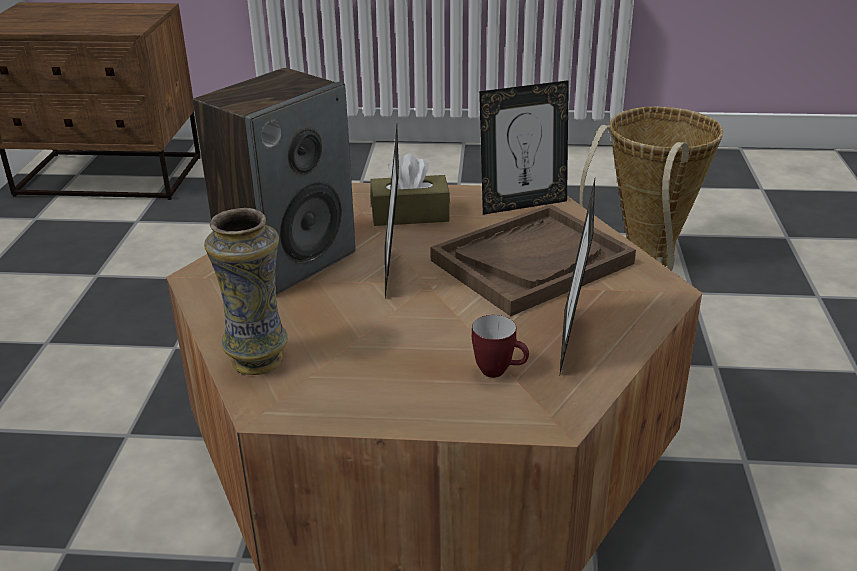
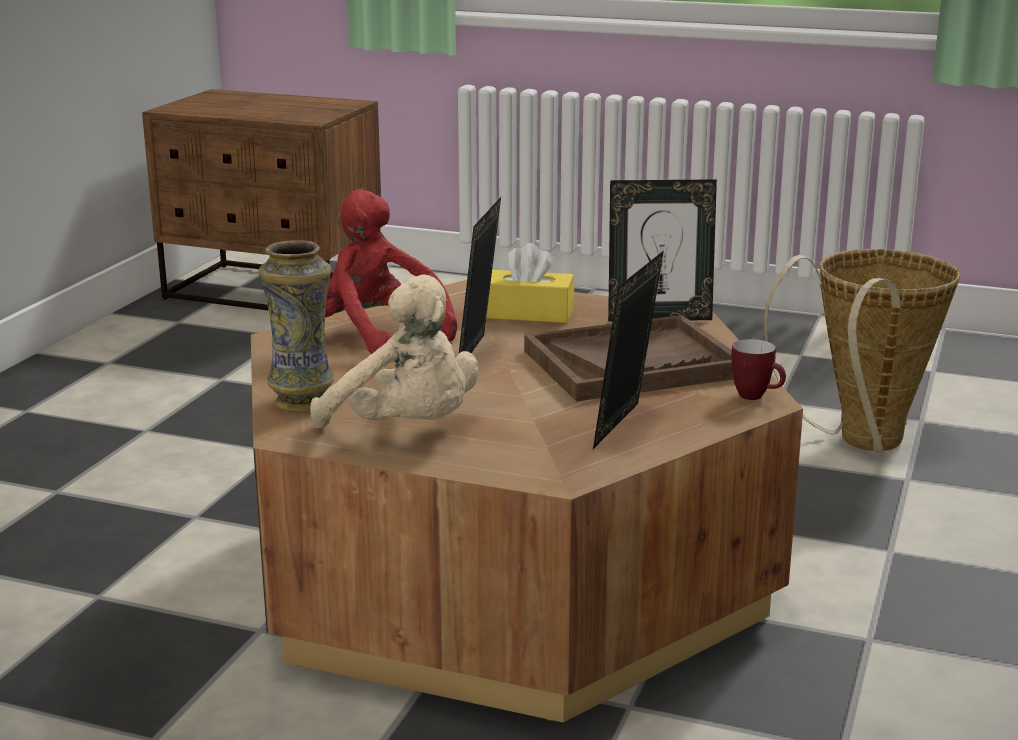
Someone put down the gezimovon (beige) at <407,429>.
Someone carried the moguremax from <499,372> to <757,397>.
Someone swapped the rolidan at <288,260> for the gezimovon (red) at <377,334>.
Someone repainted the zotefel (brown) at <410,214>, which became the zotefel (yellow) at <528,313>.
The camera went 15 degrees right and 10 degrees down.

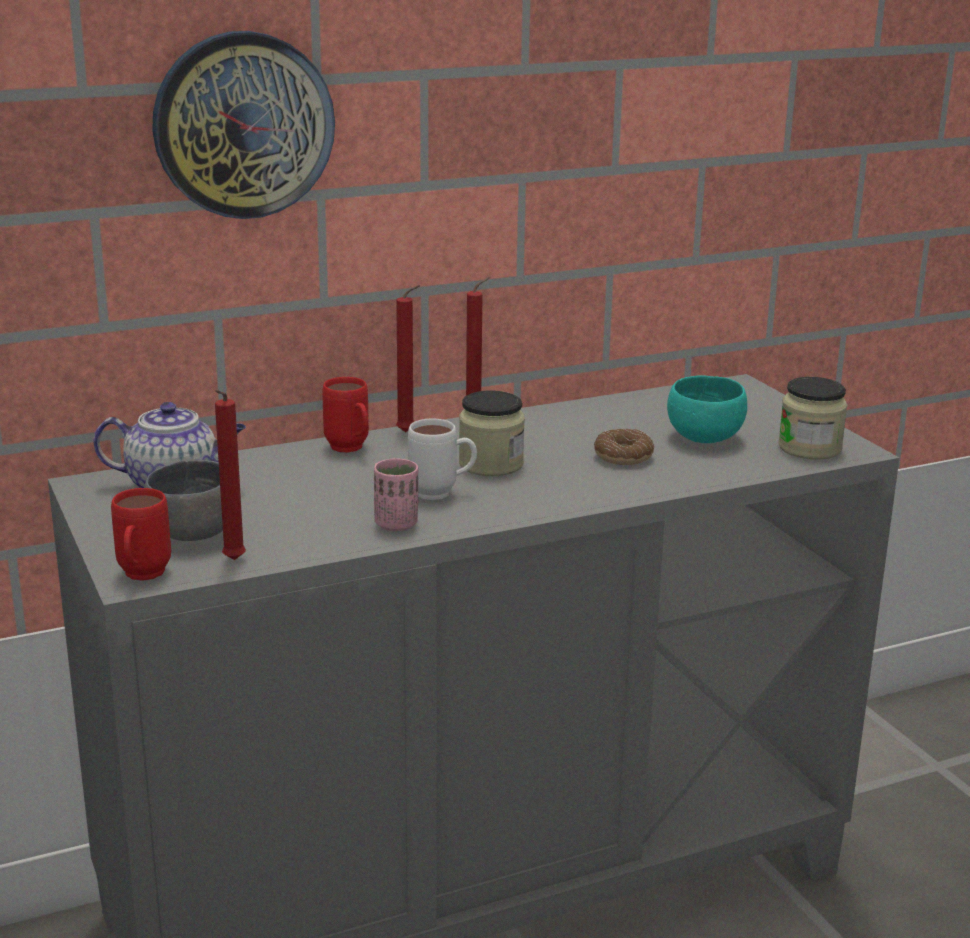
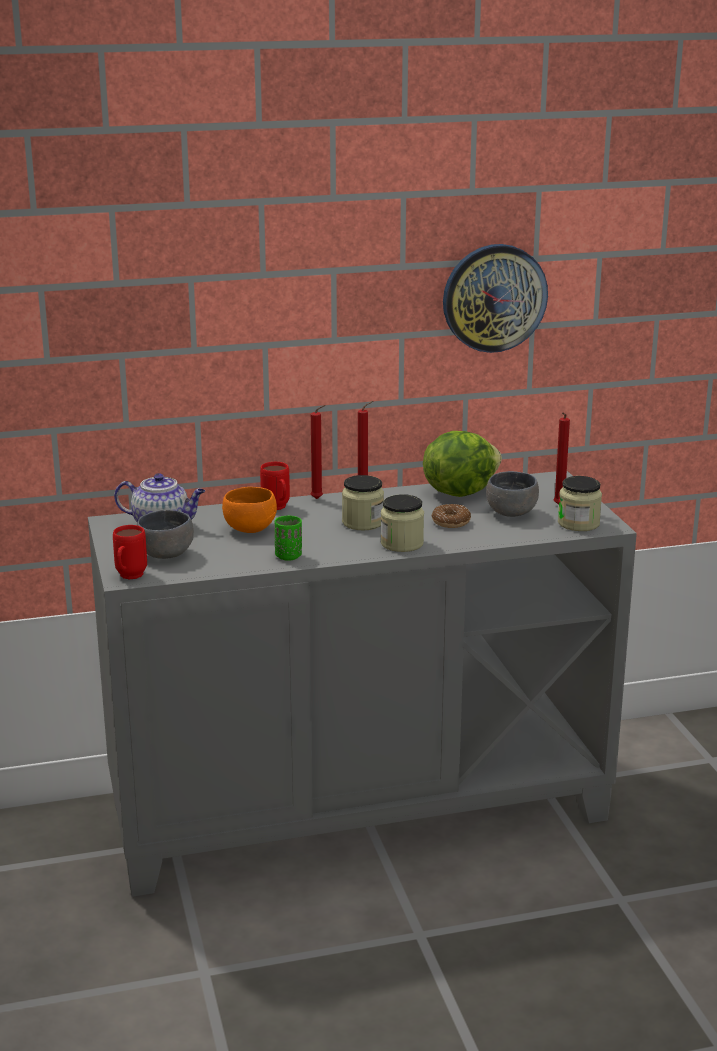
Someone took away the moguremax (white) at <442,494>.
Someone put down the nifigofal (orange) at <248,529>.
Someone put down the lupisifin at <402,543>.
Someone put down the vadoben at <459,492>.
Someone carried the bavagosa from <243,125> to <494,297>.
Someone carried the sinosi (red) from <232,561> to <558,506>.
Someone repainted the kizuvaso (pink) at <396,524>, which became the kizuvaso (green) at <288,556>.
Someone repainted the nifigofal (turquoise) at <705,439>, which became the nifigofal (grey) at <511,514>.
The camera went 10 degrees right and 0 degrees up.

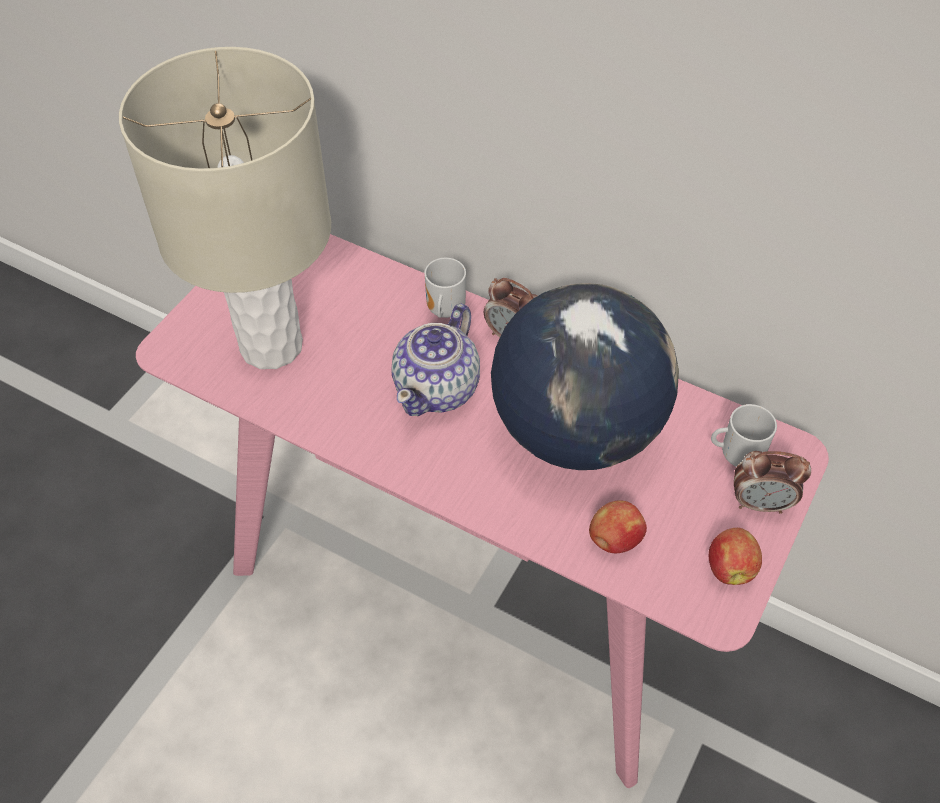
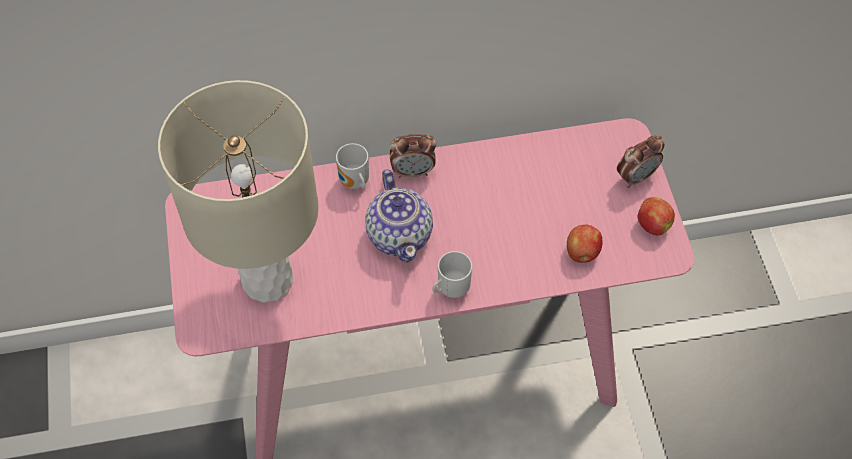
Someone took away the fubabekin at <576,429>.
Someone carried the moguremax from <737,455> to <450,288>.
The camera went 40 degrees left and 5 degrees up.

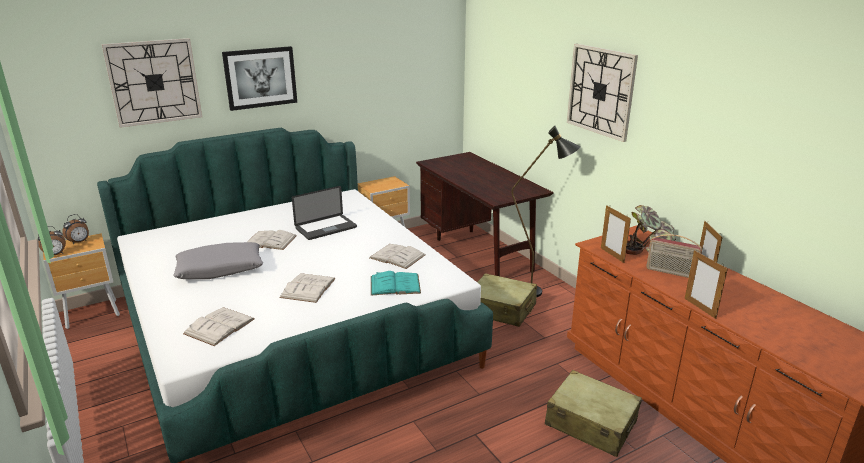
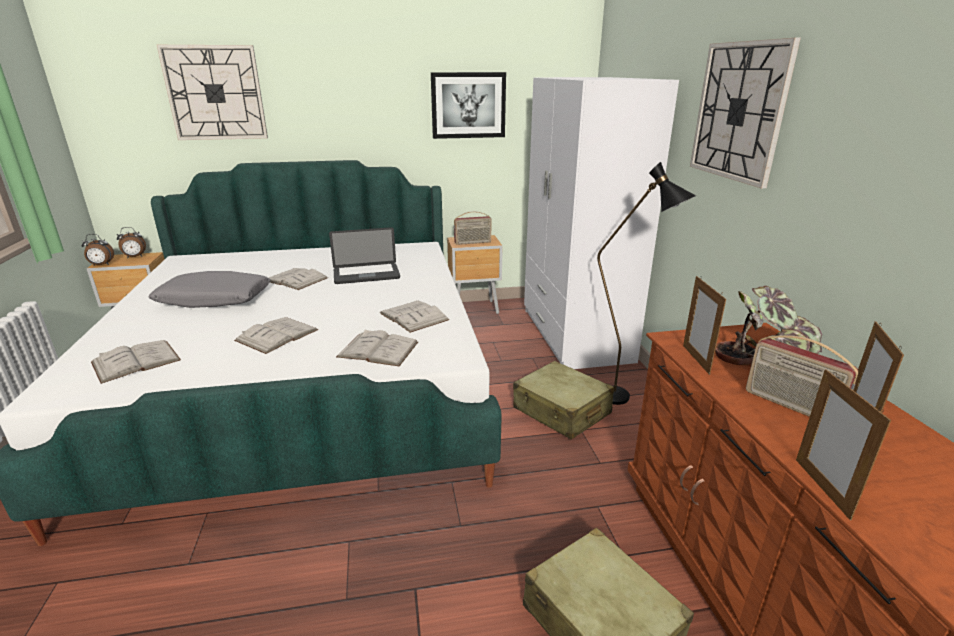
Someone put down the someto at <473,242>.
Someone carried the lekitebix from <260,77> to <468,105>.
Someone swapped the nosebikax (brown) at <478,251> for the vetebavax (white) at <574,335>.
Someone repainted the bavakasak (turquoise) at <395,285>, which became the bavakasak (white) at <378,349>.
The camera went 20 degrees right and 0 degrees up.

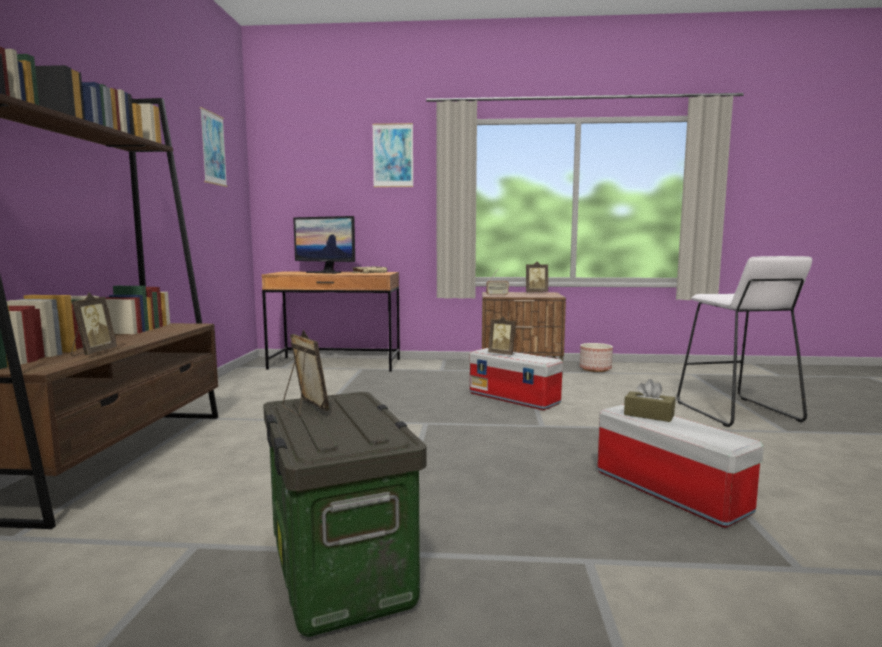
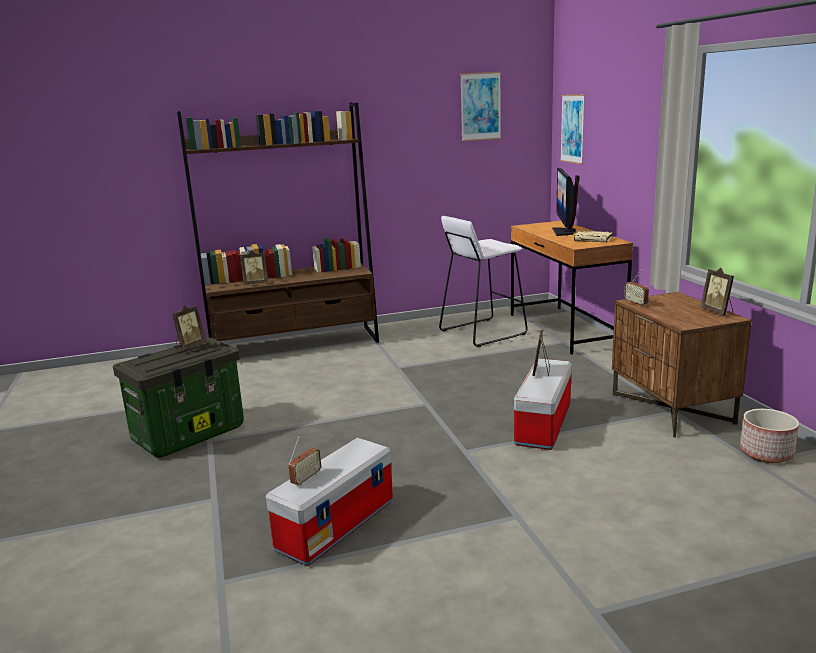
Someone took away the zotefel (brown) at <648,415>.
Someone put down the someto at <306,479>.
Someone carried the lekitebix from <393,155> to <572,129>.
Someone carried the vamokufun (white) from <736,412> to <482,332>.
The camera went 70 degrees right and 10 degrees up.

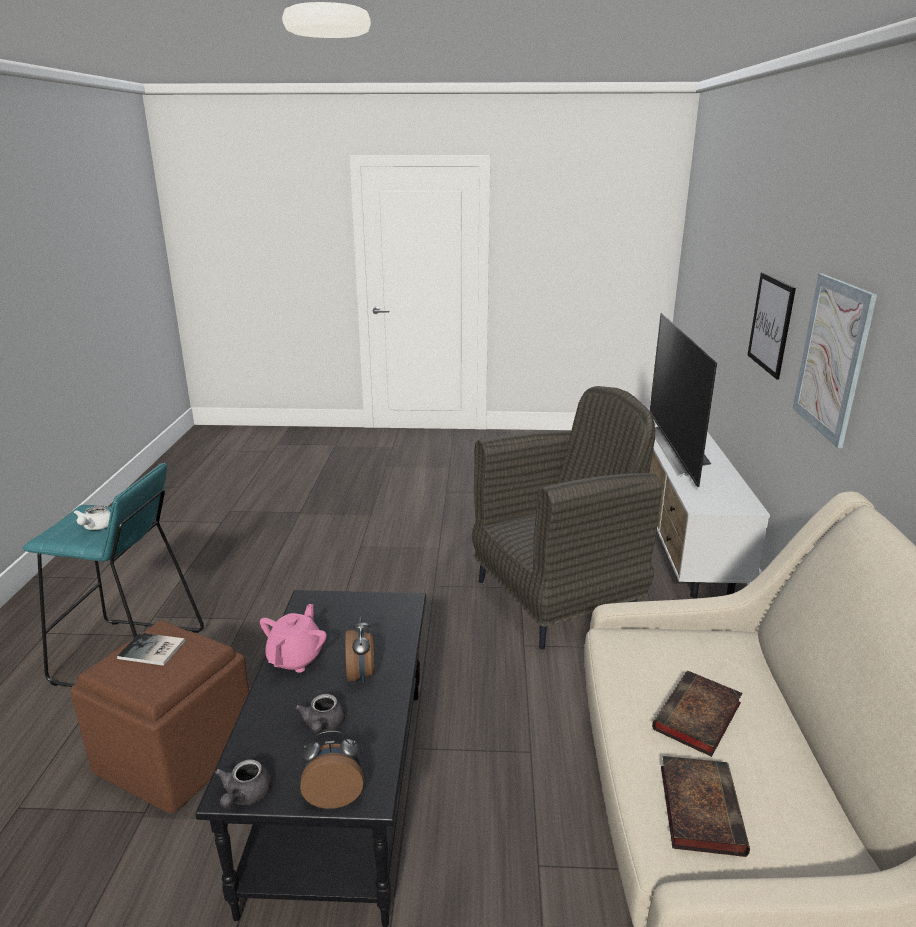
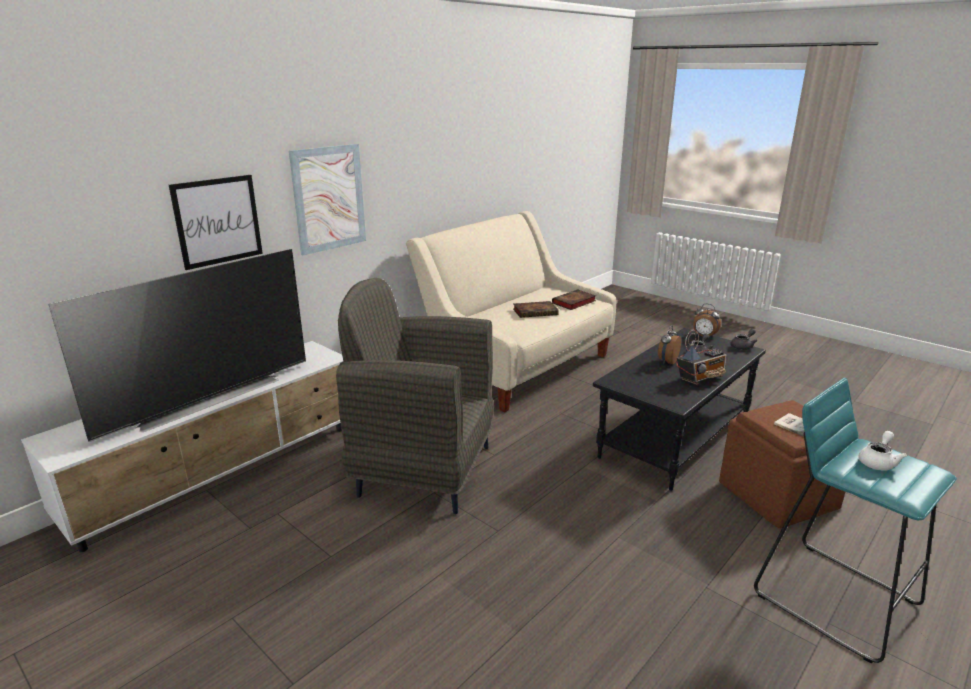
Someone swapped the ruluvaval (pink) at <296,658> for the someto at <700,378>.
The camera went 140 degrees left and 0 degrees up.

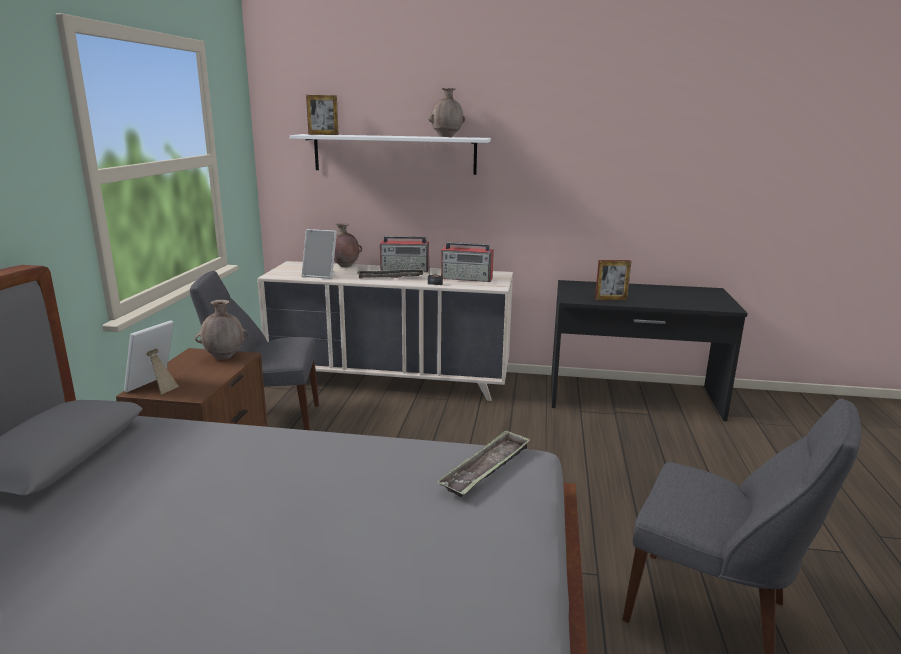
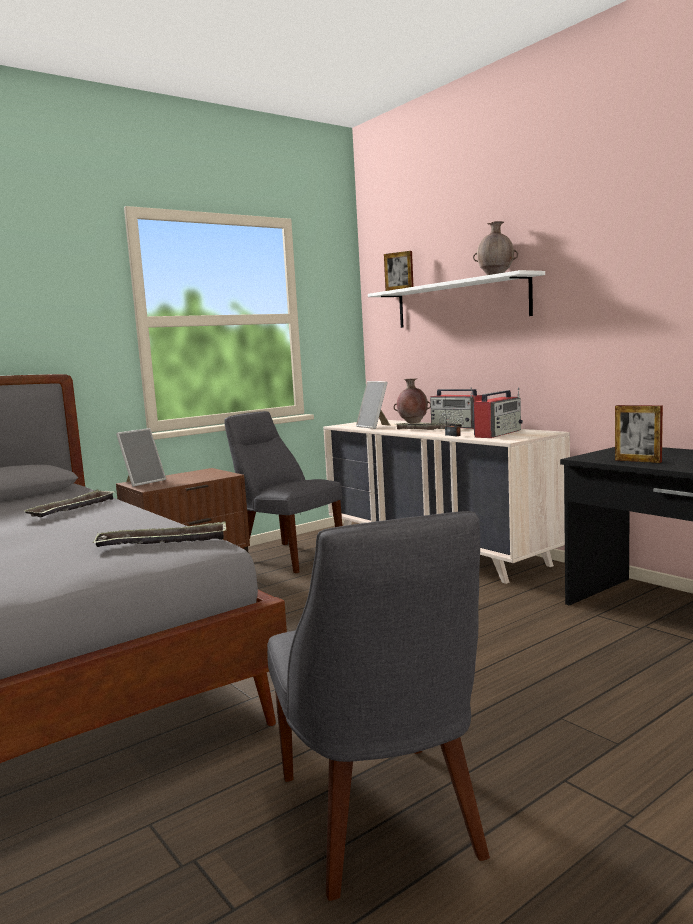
Someone took away the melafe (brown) at <224,357>.
Someone put down the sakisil at <73,509>.
Someone rotated the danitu at <155,387> by 150 degrees clockwise.
Someone rotated the someto at <467,278> by 105 degrees counterclockwise.
The camera went 45 degrees right and 10 degrees down.

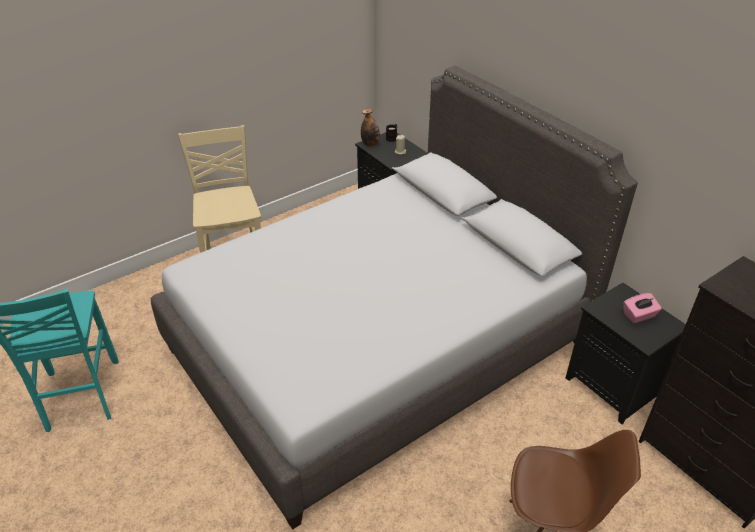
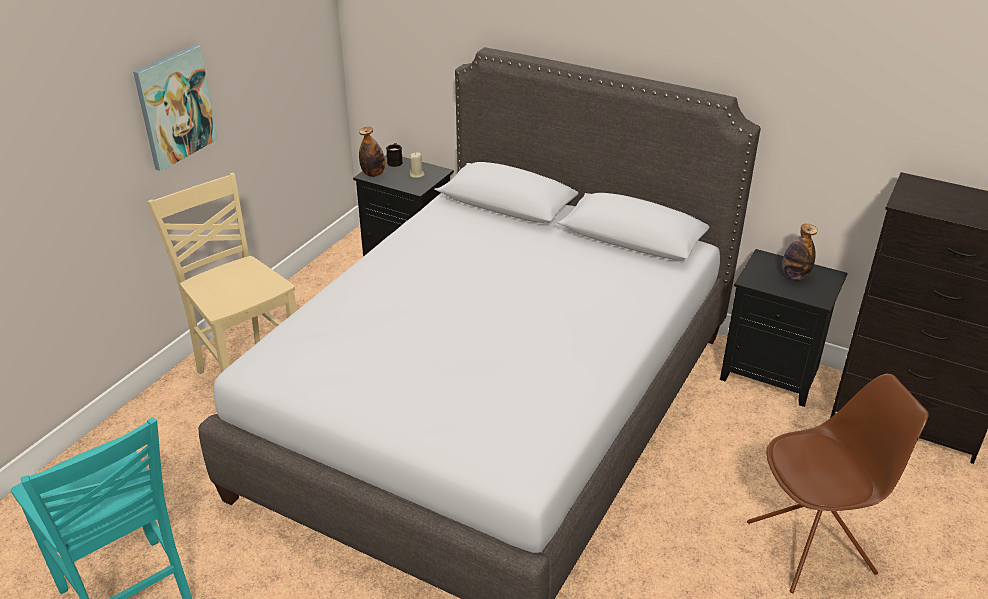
Someone put up the lekitebix at <175,107>.
Someone swapped the zotefel (pink) at <639,315> for the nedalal at <794,276>.
The camera went 25 degrees left and 5 degrees down.

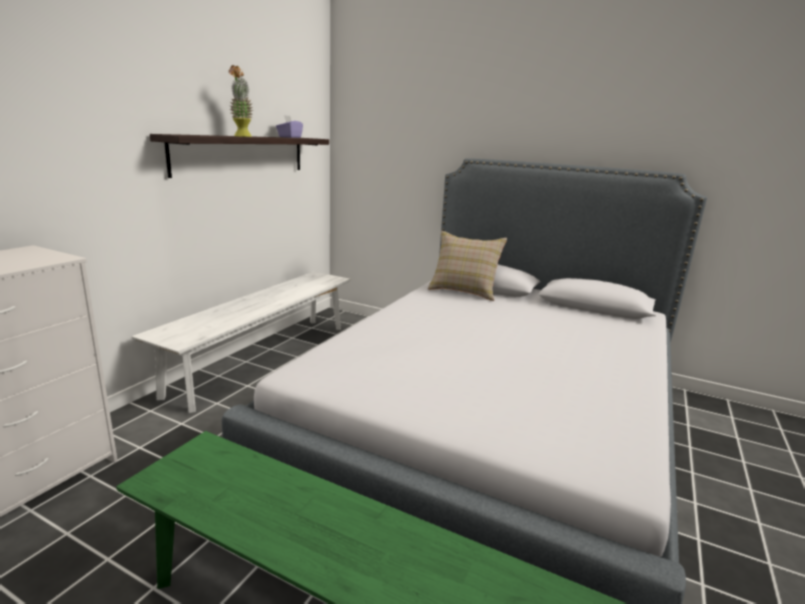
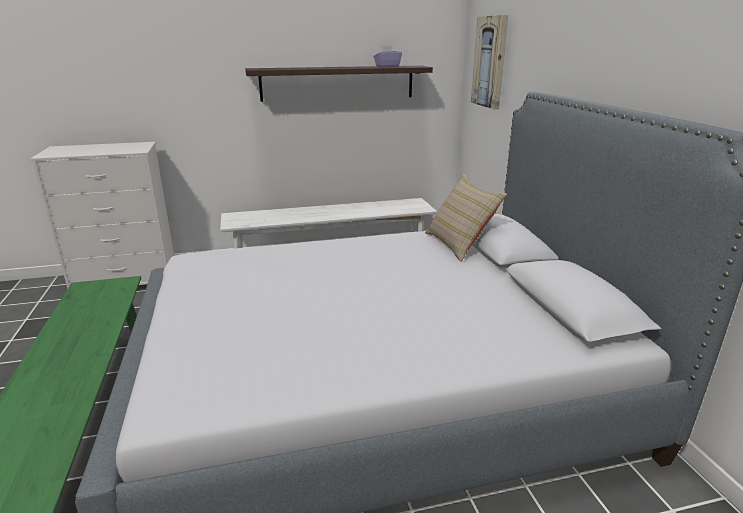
Someone took away the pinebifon at <242,136>.
Someone put up the lekitebix at <490,62>.
The camera went 50 degrees right and 5 degrees up.

